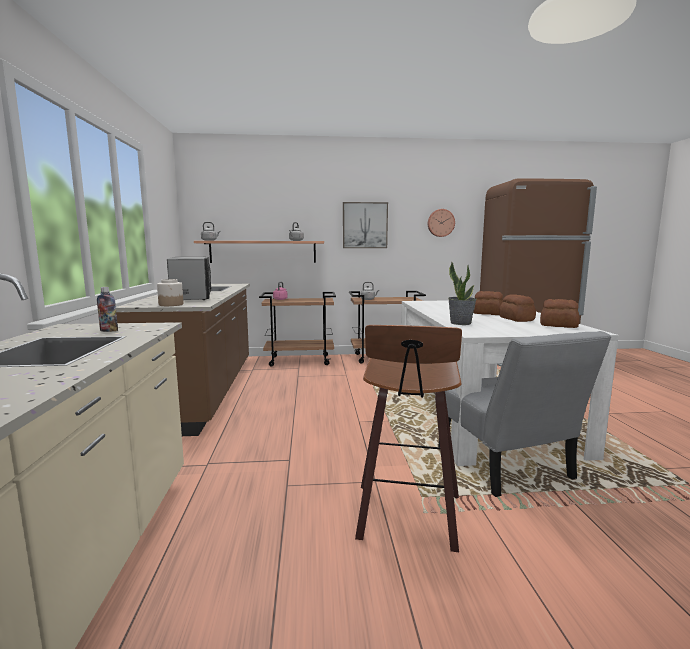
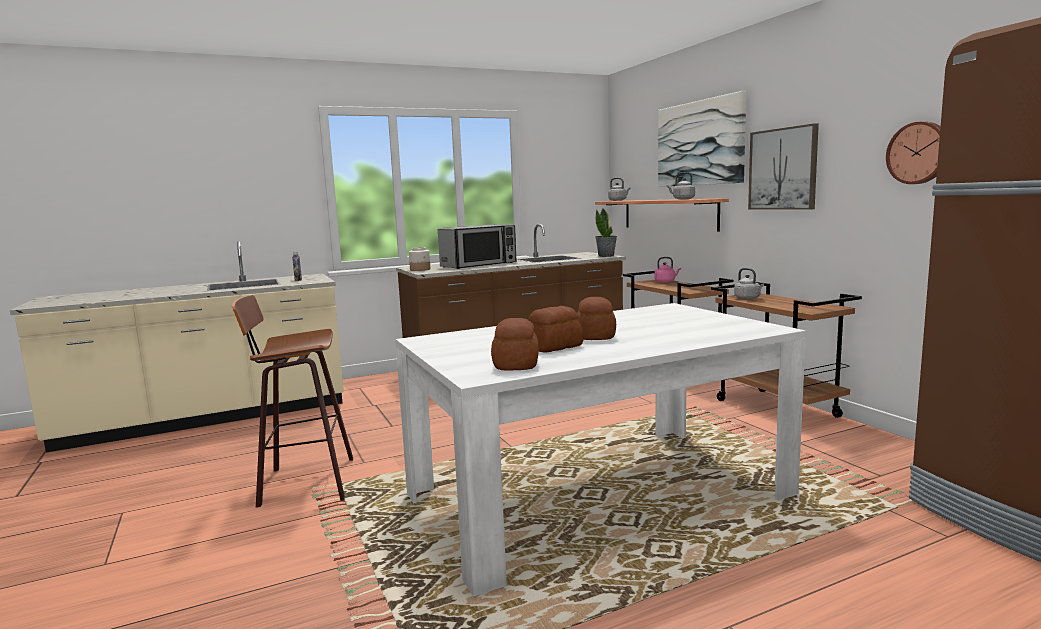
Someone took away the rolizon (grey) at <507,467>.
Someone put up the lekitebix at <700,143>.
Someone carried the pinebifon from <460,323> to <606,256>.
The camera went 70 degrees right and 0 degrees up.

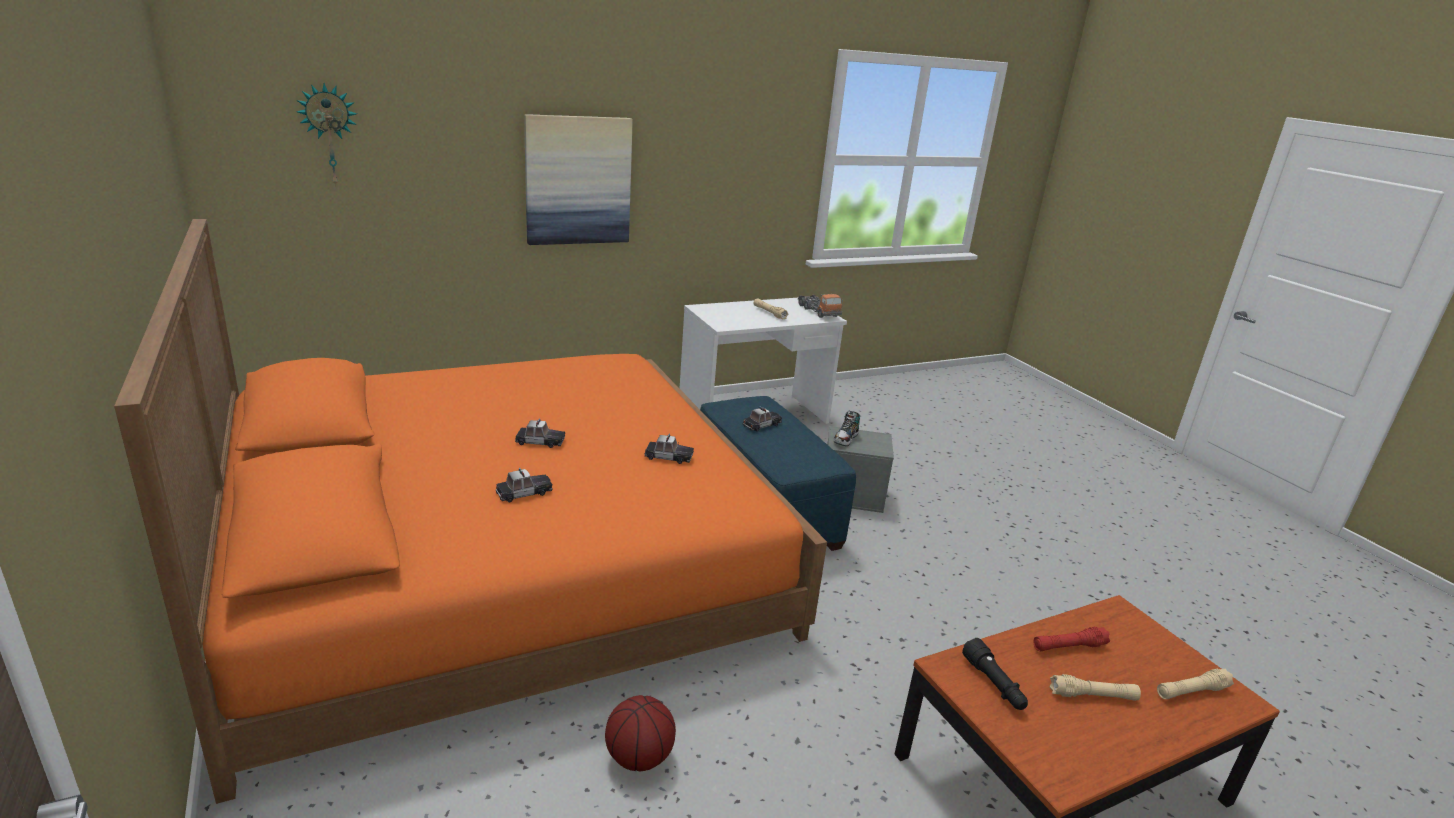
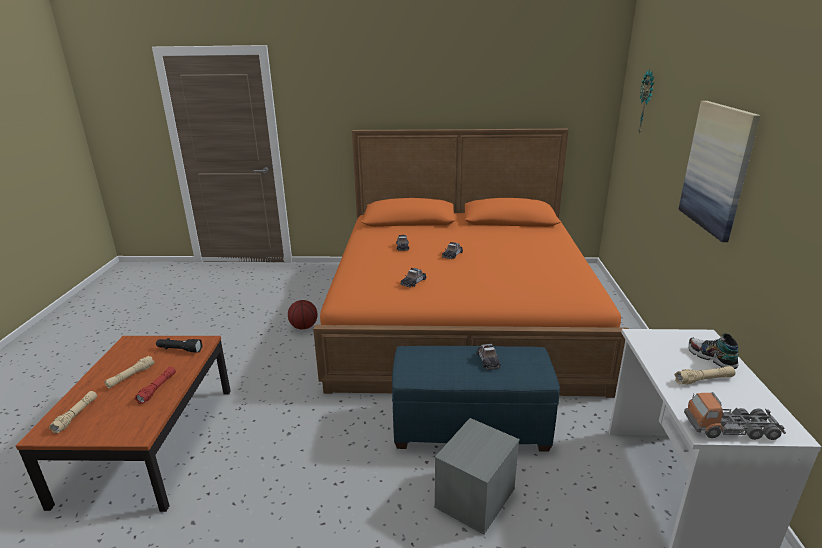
Someone carried the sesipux from <846,439> to <711,358>.
The camera went 120 degrees right and 0 degrees up.

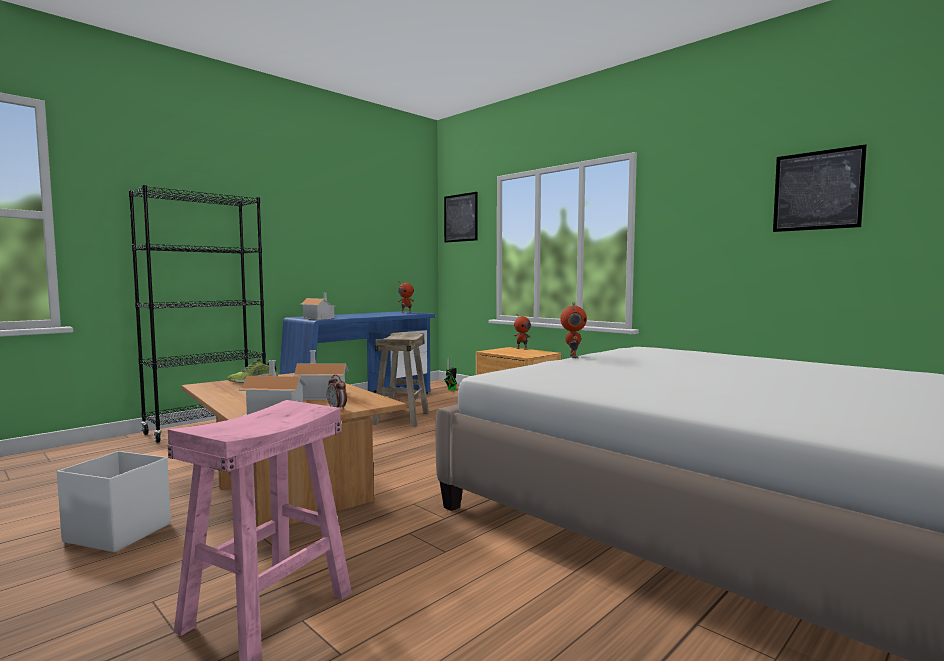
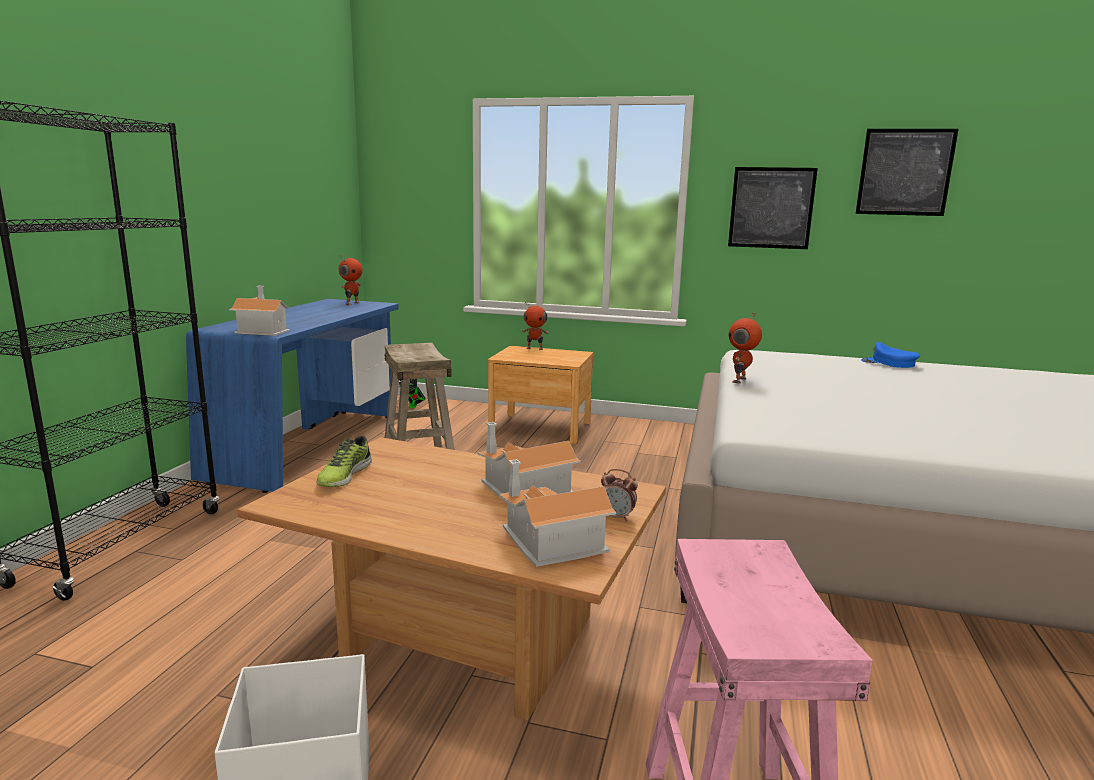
Someone put down the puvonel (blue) at <889,363>.
Someone carried the lekitebix from <460,218> to <771,208>.
Someone rotated the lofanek at <572,356> by 120 degrees counterclockwise.
The camera went 30 degrees left and 10 degrees up.

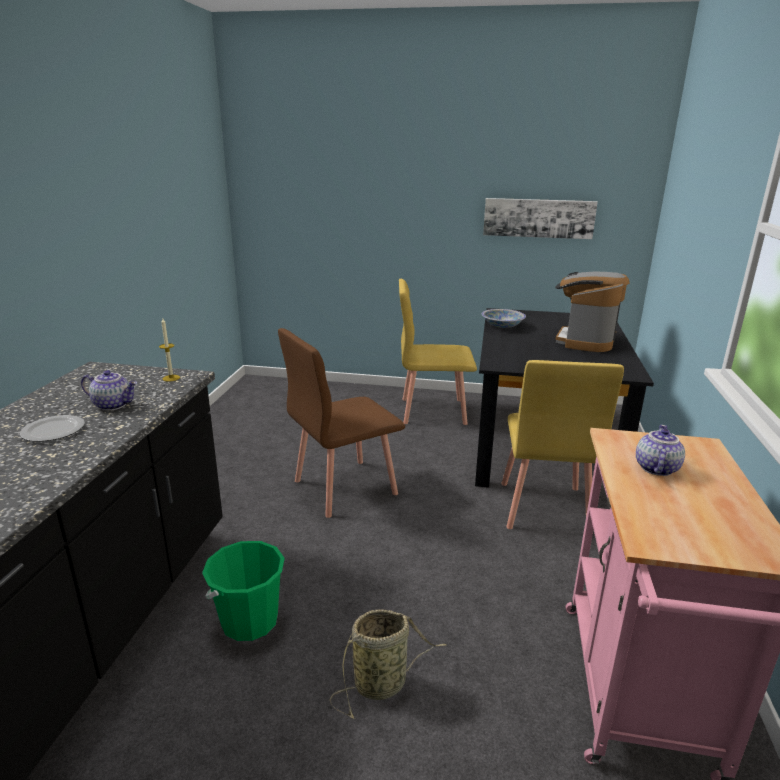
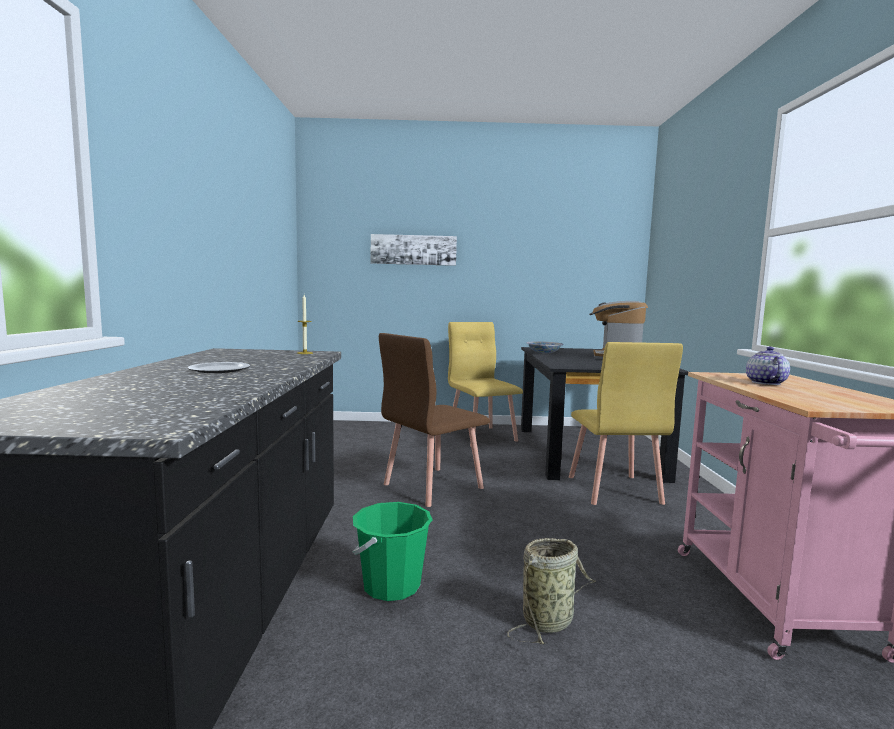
Someone took away the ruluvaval at <114,405>.
Someone carried the lekitebix from <538,218> to <413,250>.
Someone rotated the rolizon (yellow) at <432,411> by 75 degrees clockwise.
The camera went 10 degrees left and 15 degrees down.

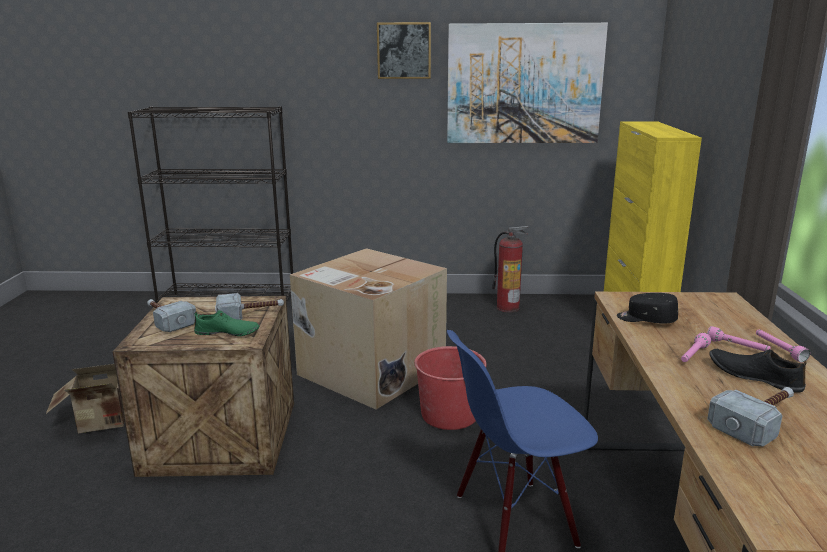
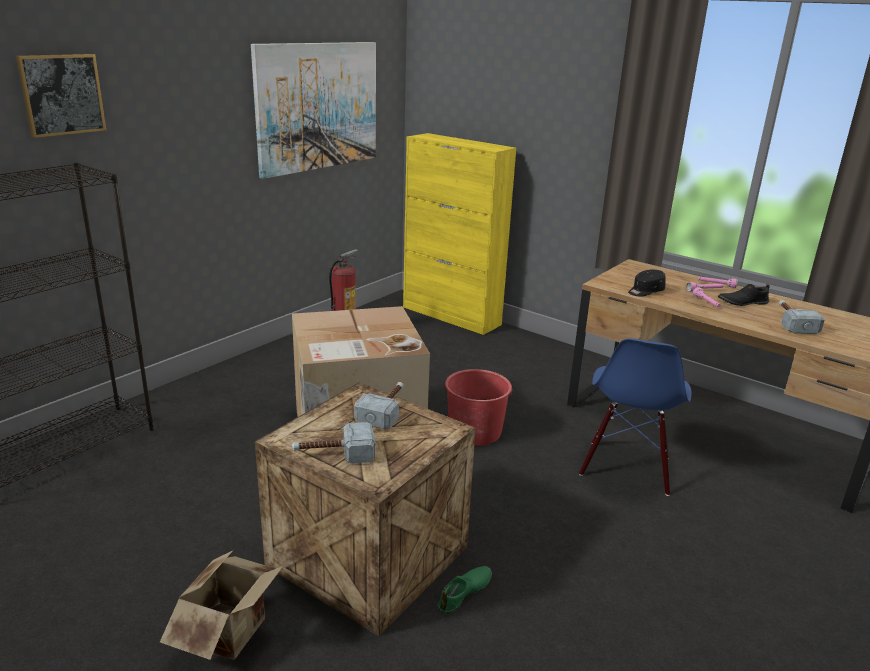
Someone carried the sesipux (green) from <227,333> to <465,593>.
Someone carried the lekitebix from <404,50> to <62,94>.
The camera went 55 degrees left and 5 degrees up.

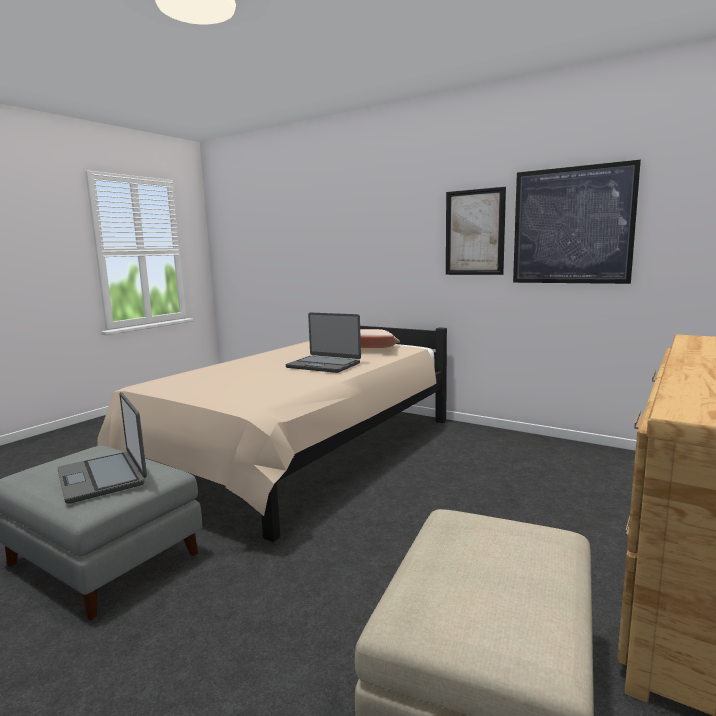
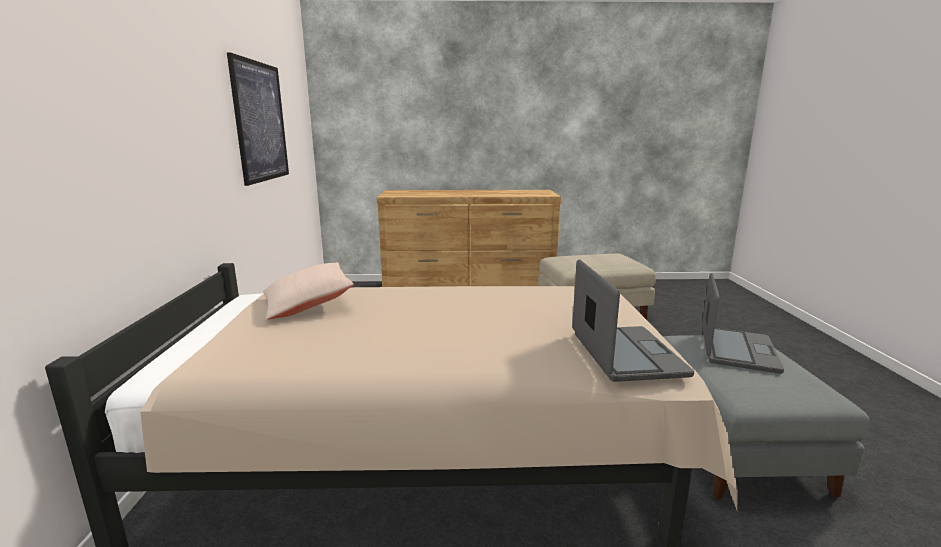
Someone took away the lekitebix at <474,232>.
Someone carried the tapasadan from <324,365> to <625,354>.
The camera went 125 degrees left and 5 degrees up.

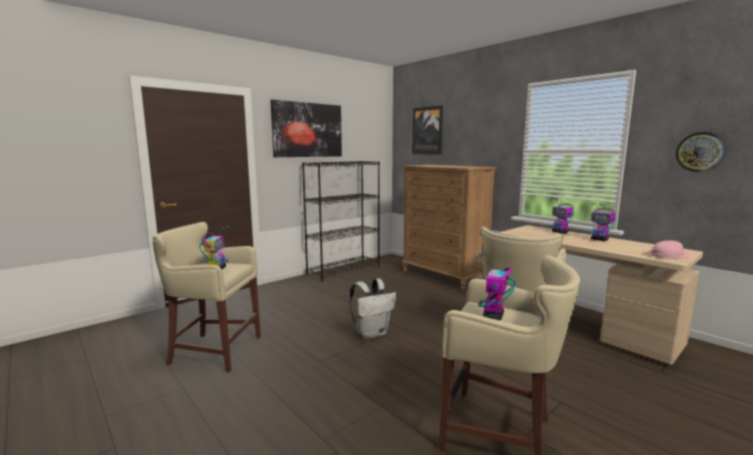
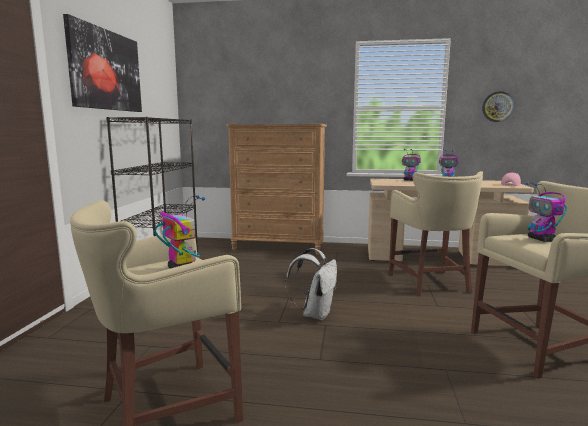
Someone took away the lekitebix at <427,130>.
The camera went 40 degrees left and 0 degrees up.

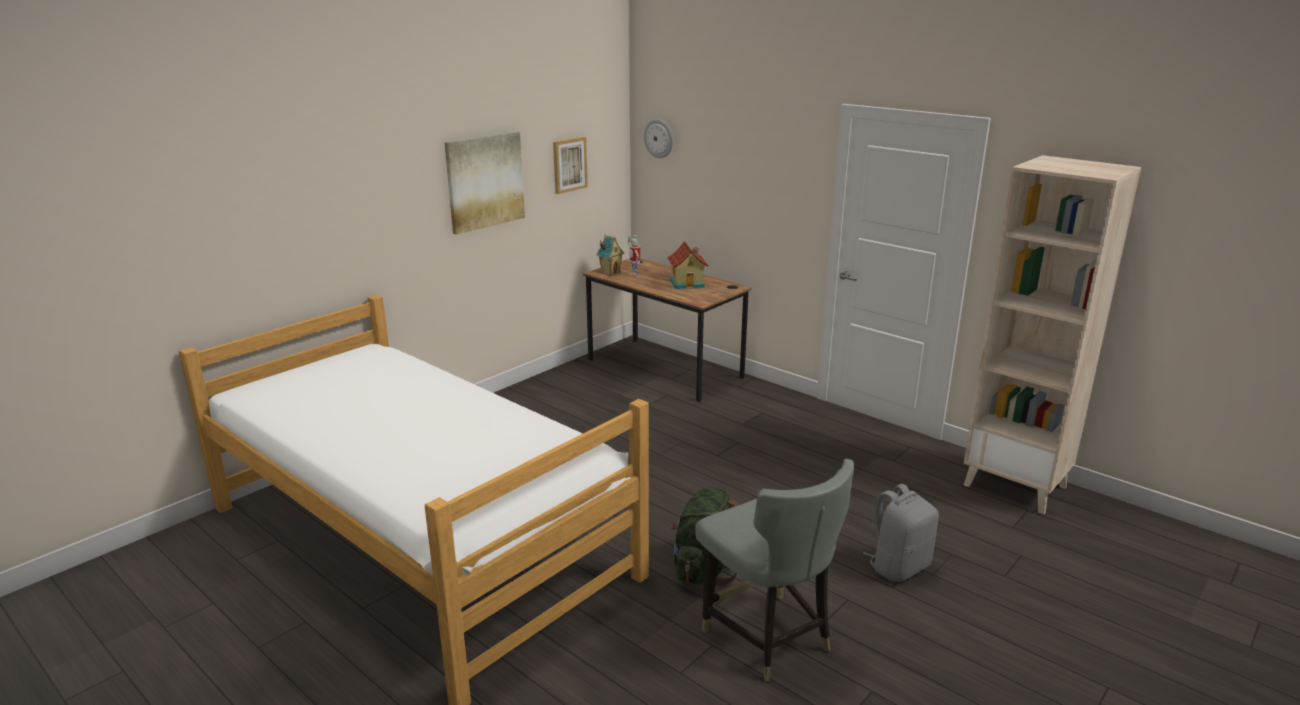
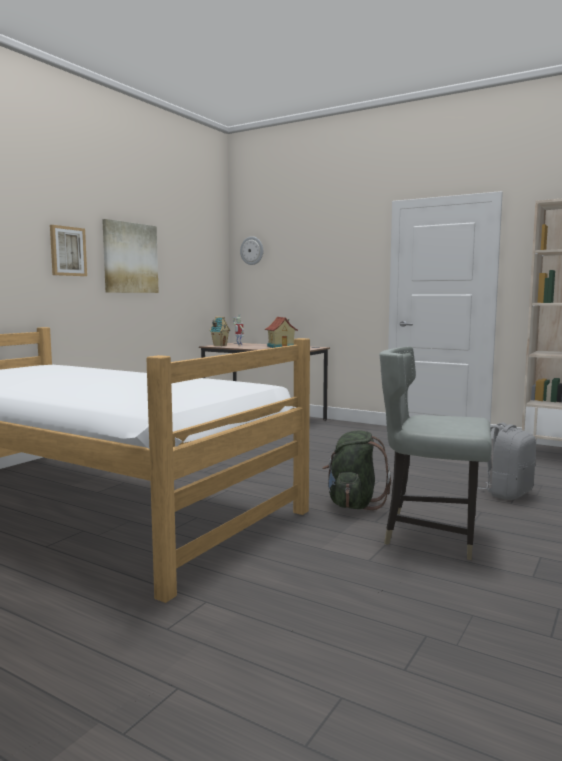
Someone carried the lekitebix from <569,165> to <67,251>.
Someone rotated the rolizon (grey) at <767,637> by 150 degrees clockwise.
The camera went 10 degrees left and 15 degrees down.

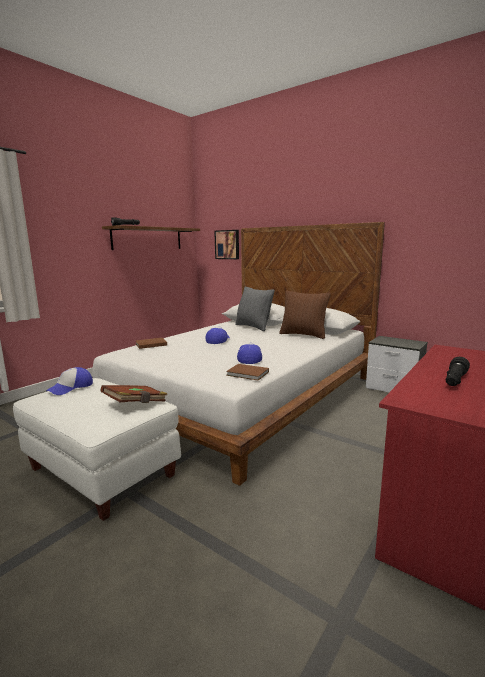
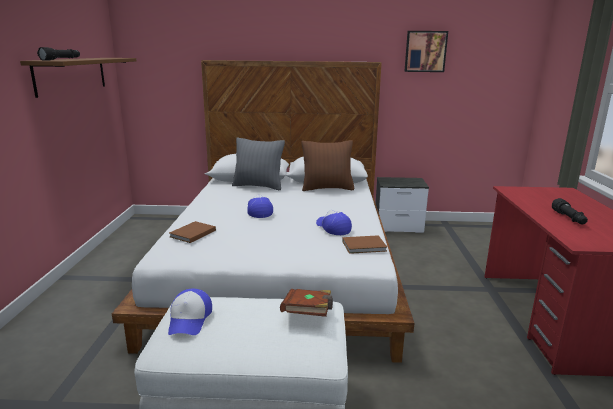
Someone carried the lekitebix from <227,244> to <425,51>.
The camera went 35 degrees left and 5 degrees up.

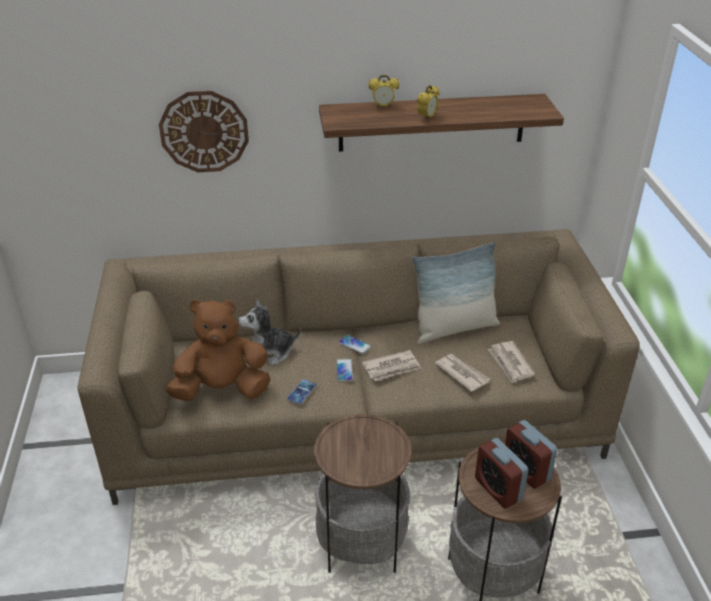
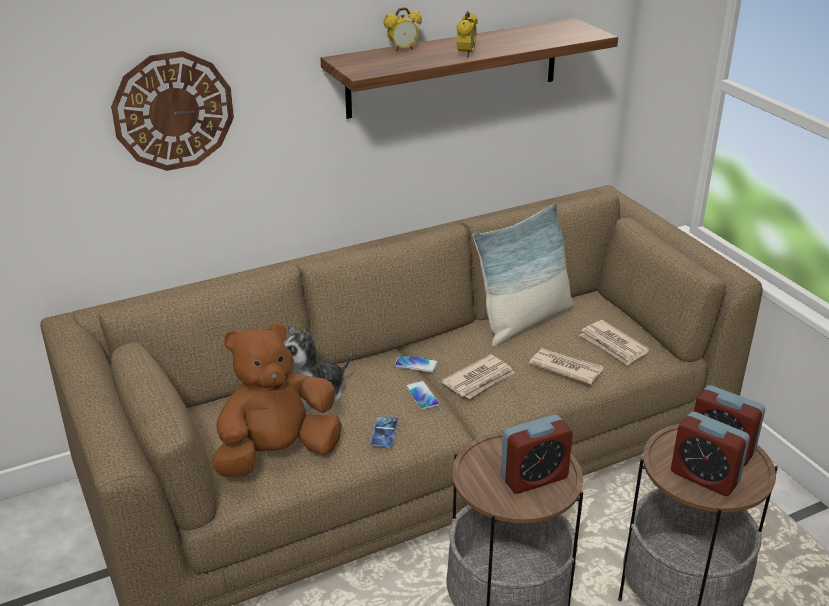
Someone put down the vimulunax at <534,478>.
The camera went 20 degrees left and 5 degrees down.

